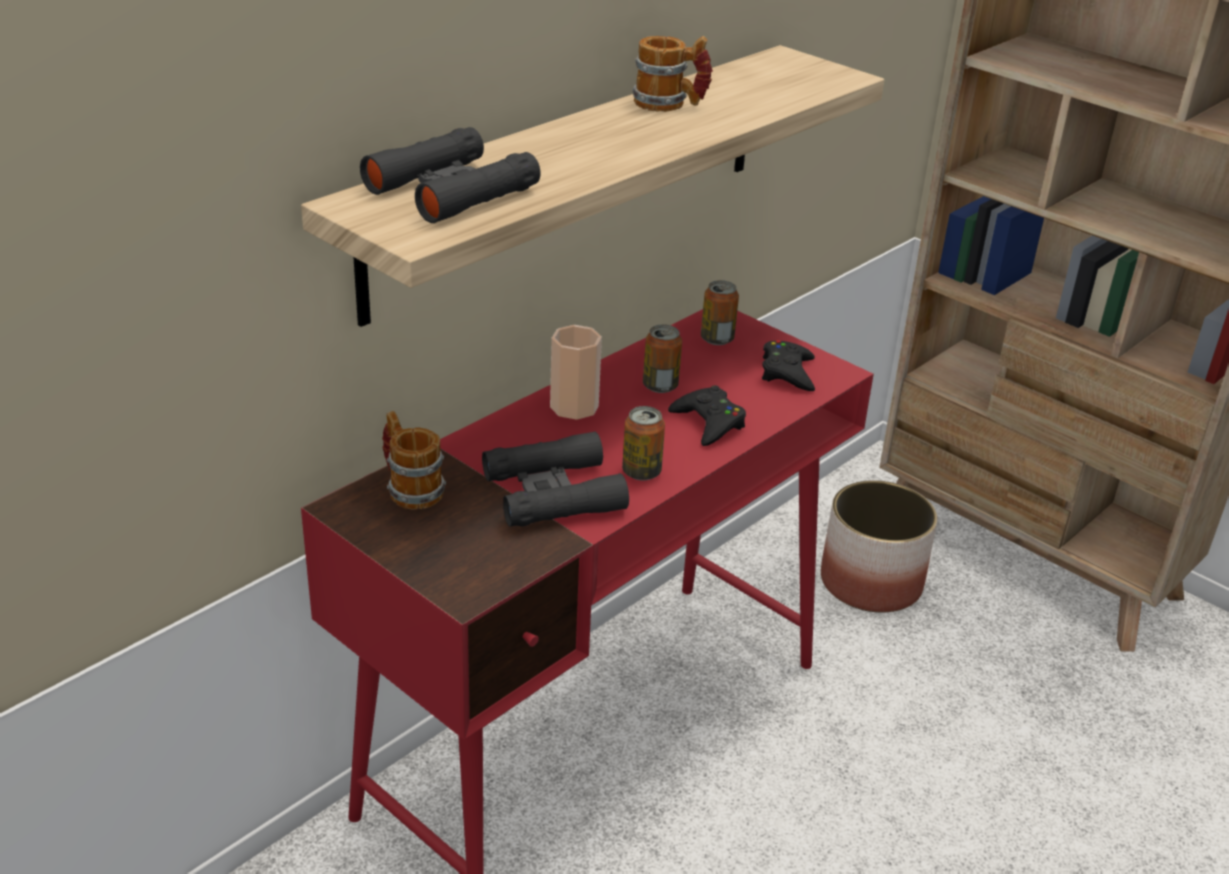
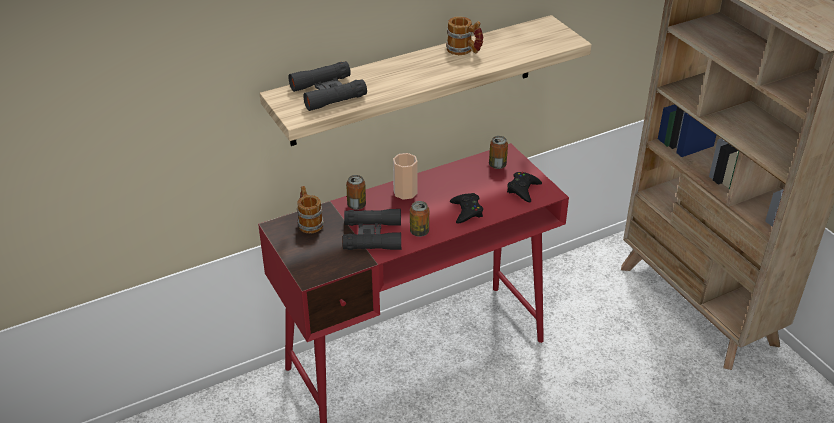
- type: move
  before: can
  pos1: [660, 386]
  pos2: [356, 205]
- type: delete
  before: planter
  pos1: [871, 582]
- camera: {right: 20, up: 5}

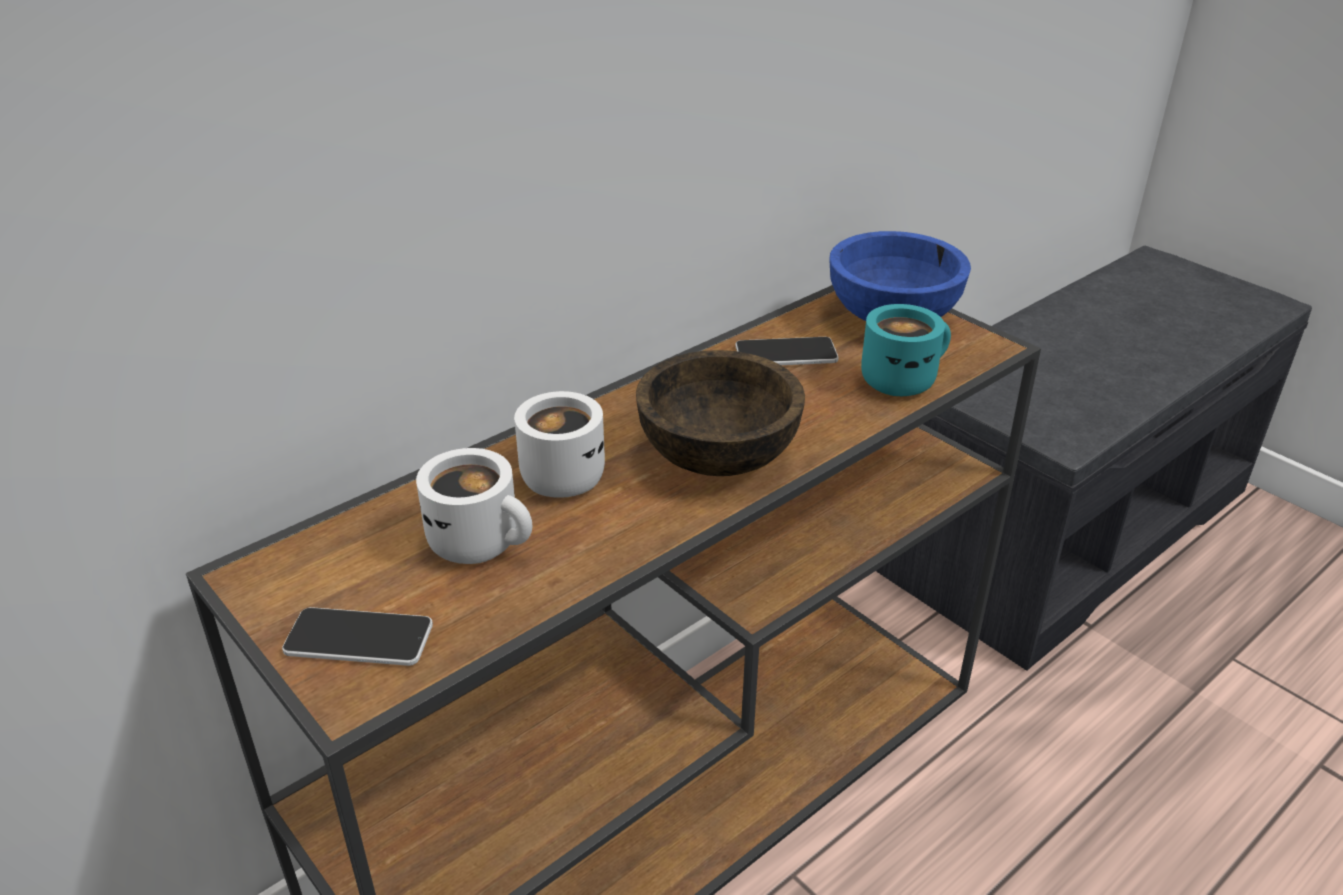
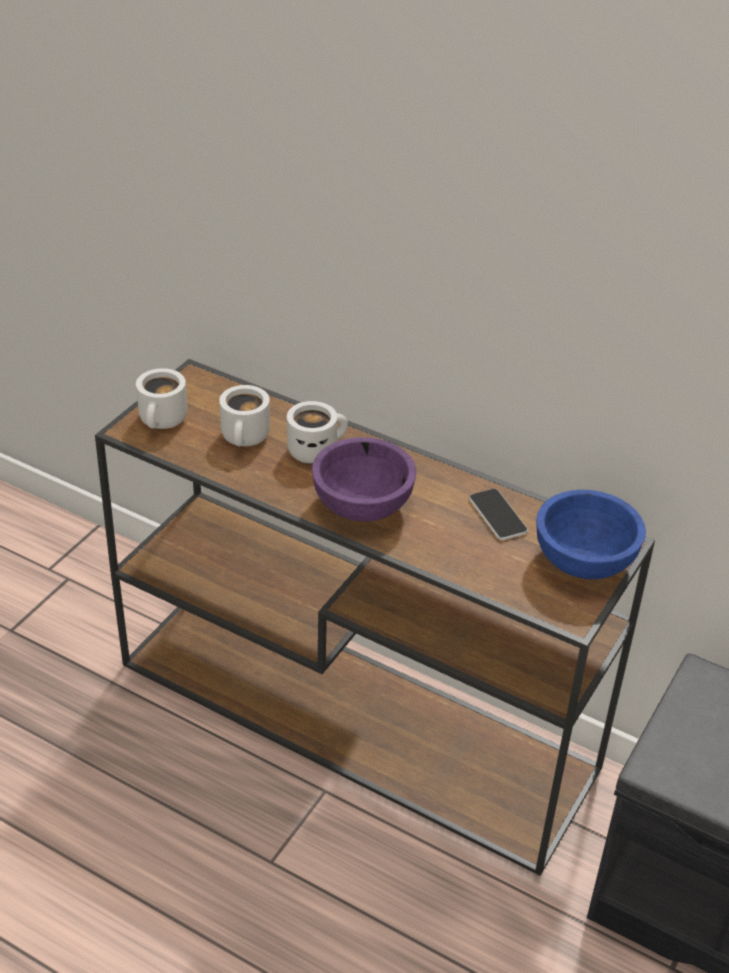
- type: replace
  before: phone
  after: mug (white)
  pos1: [359, 639]
  pos2: [164, 421]
- type: recolor
  before: bowl (brown)
  after: bowl (purple)
  pos1: [719, 455]
  pos2: [363, 505]
- type: delete
  before: mug (turquoise)
  pos1: [901, 378]
- camera: {right: 70, up: 5}

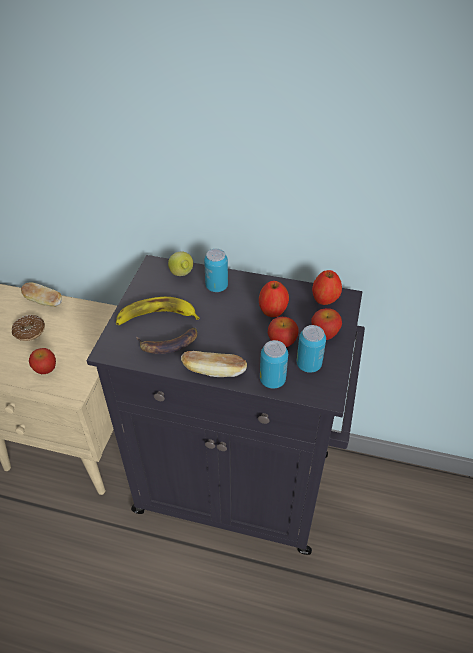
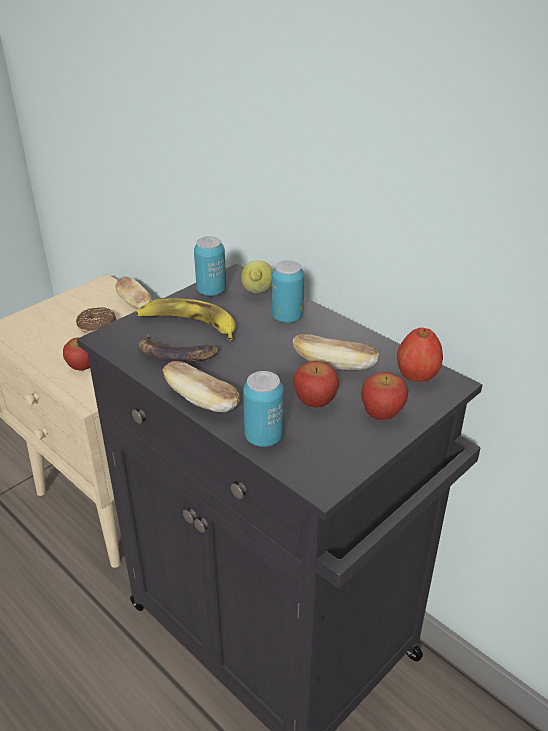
- type: replace
  before: apple
  after: bread
  pos1: [273, 311]
  pos2: [334, 365]
- type: move
  before: can
  pos1: [308, 364]
  pos2: [211, 291]
- camera: {right: 30, up: -10}

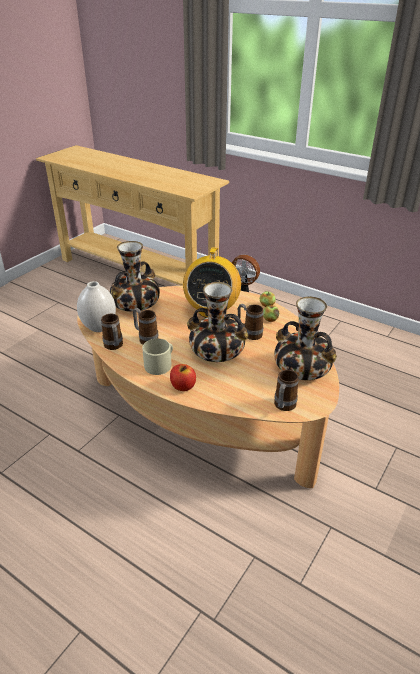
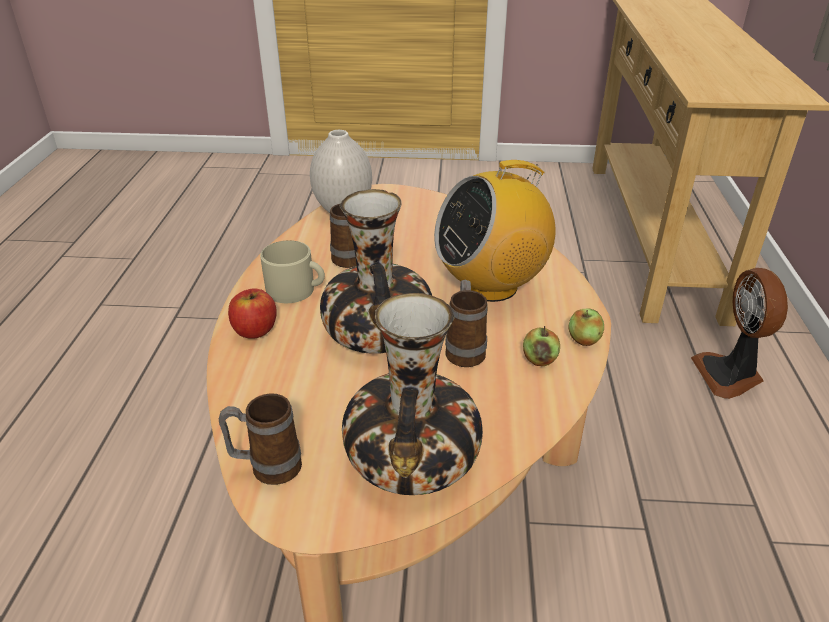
- type: delete
  before: mug
  pos1: [114, 347]
- type: delete
  before: vase
  pos1: [135, 304]
- camera: {right: 60, up: 0}

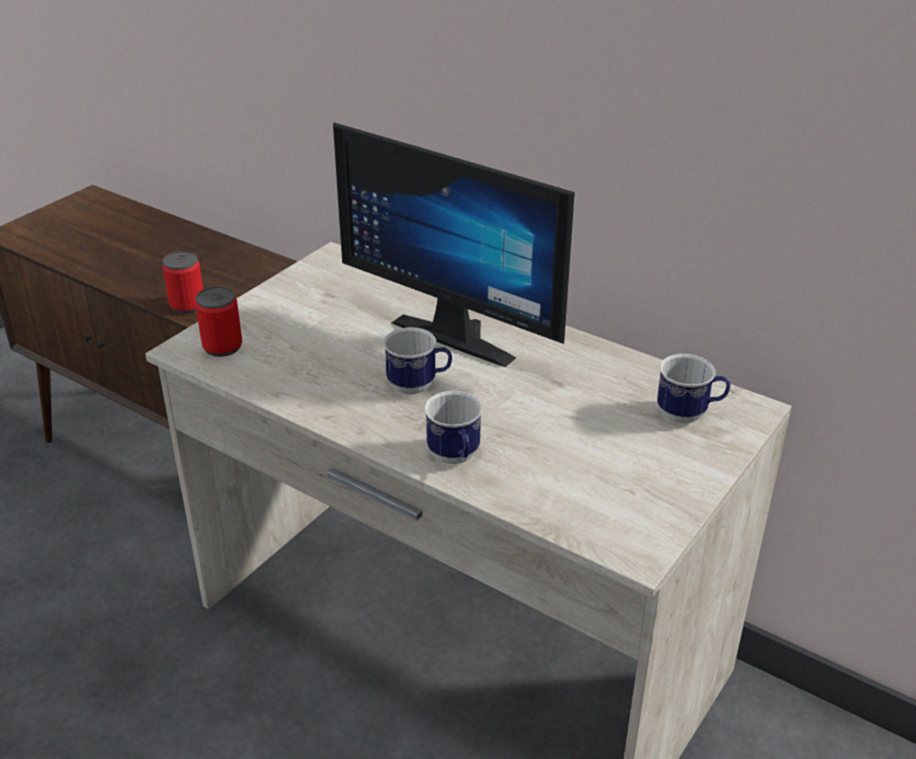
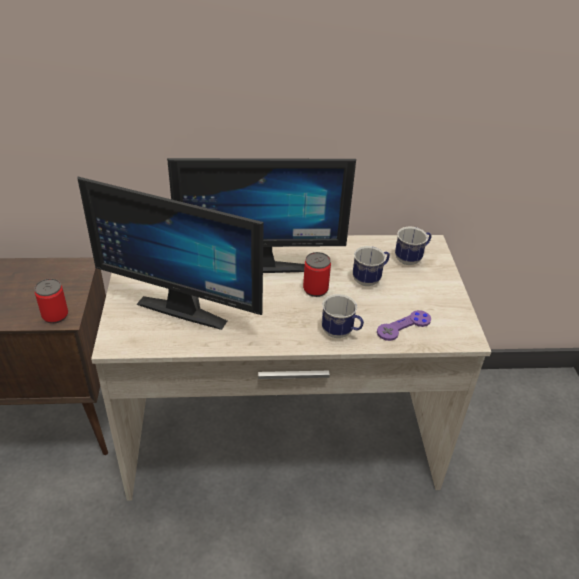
- type: move
  before: can
  pos1: [222, 347]
  pos2: [315, 289]
- type: move
  before: mug
  pos1: [418, 386]
  pos2: [370, 279]
- type: insert
  after: monitor
  pos2: [186, 305]
- type: insert
  after: game controller (purple)
  pos2: [404, 326]
- camera: {right: -40, up: 5}

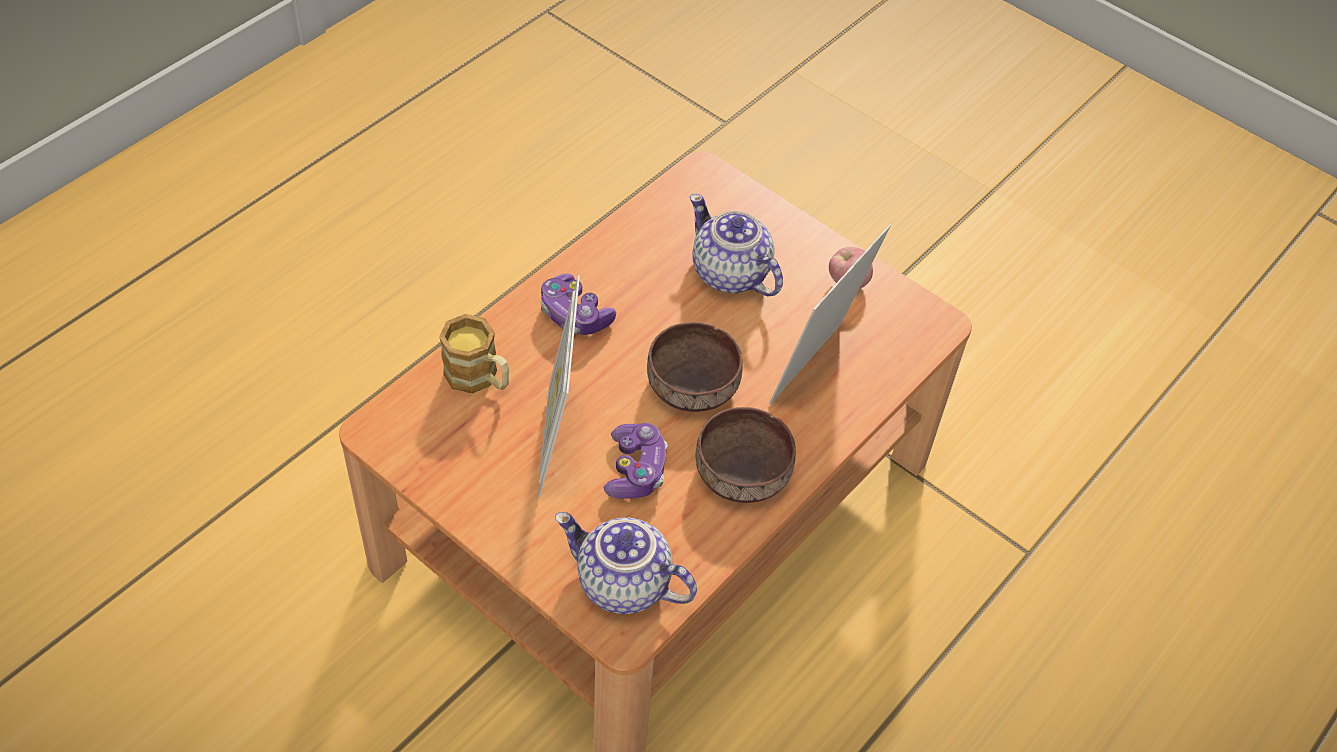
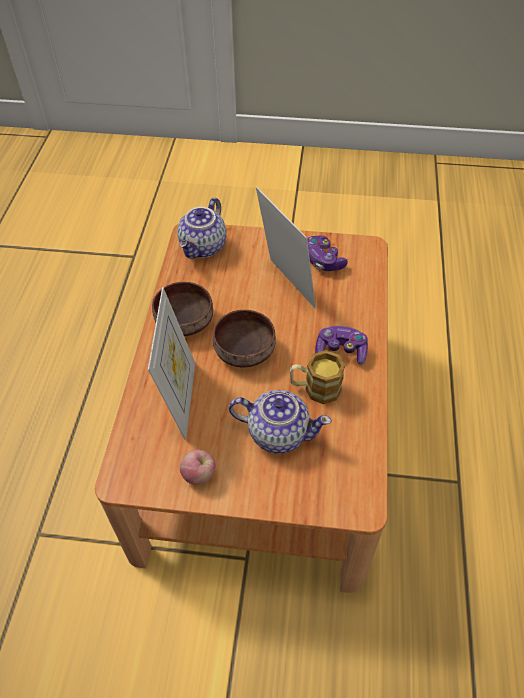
- type: move
  before: mug
  pos1: [479, 378]
  pos2: [315, 388]
- type: rotate
  before: teapot
  pos1: [621, 585]
  pos2: [204, 247]
  turn: 120
- type: move
  before: game controller
  pos1: [635, 470]
  pos2: [323, 260]
- camera: {right: 150, up: 0}

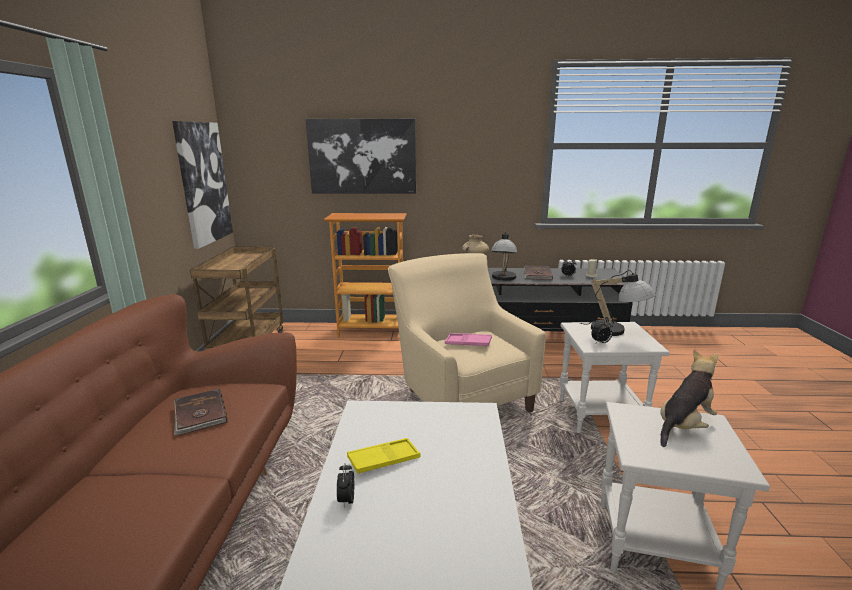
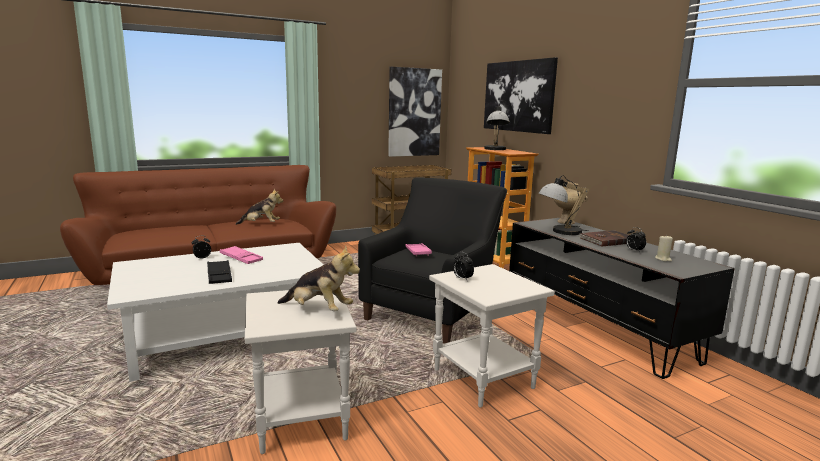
- type: replace
  before: book (brown)
  after: plush toy
  pos1: [199, 414]
  pos2: [261, 224]
- type: recolor
  before: tray (yellow)
  after: tray (pink)
  pos1: [384, 460]
  pos2: [241, 258]
- type: recolor
  before: armchair (beige)
  after: armchair (black)
  pos1: [459, 396]
  pos2: [433, 312]
- type: move
  before: table lamp
  pos1: [616, 331]
  pos2: [495, 149]
- type: insert
  after: tray (black)
  pos2: [219, 275]
- camera: {right: 60, up: -5}

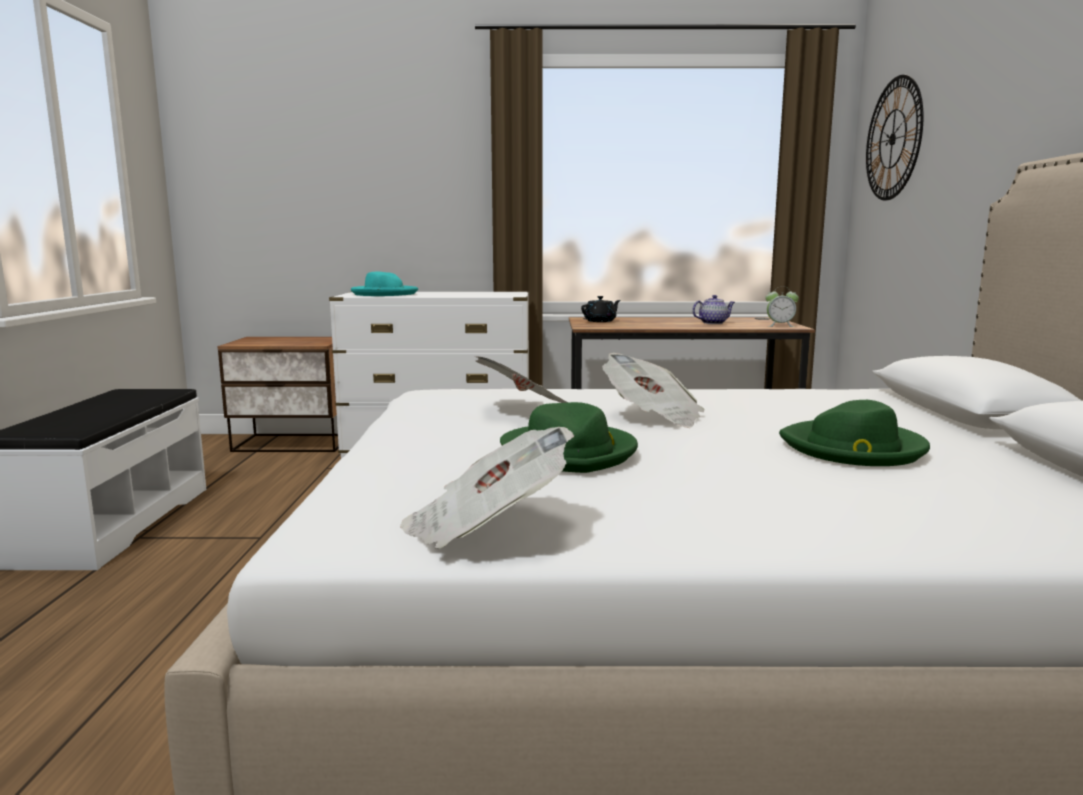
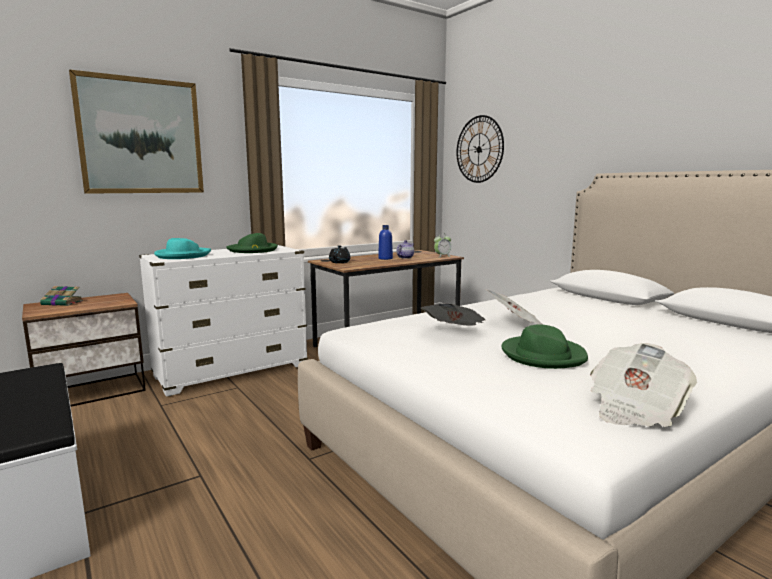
- type: move
  before: hat (green)
  pos1: [853, 449]
  pos2: [253, 250]
- type: insert
  after: book
  pos2: [63, 303]
- type: insert
  after: picture
  pos2: [141, 136]
- type: insert
  after: bottle (blue)
  pos2: [385, 258]
- camera: {right: -35, up: 0}

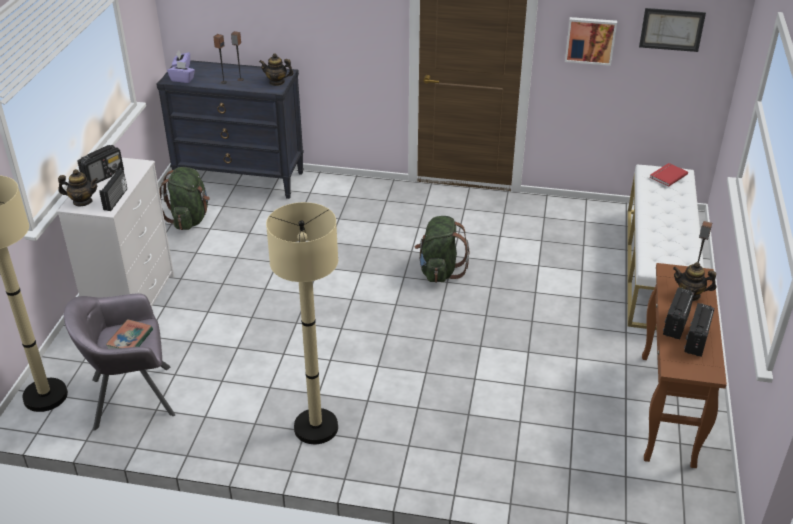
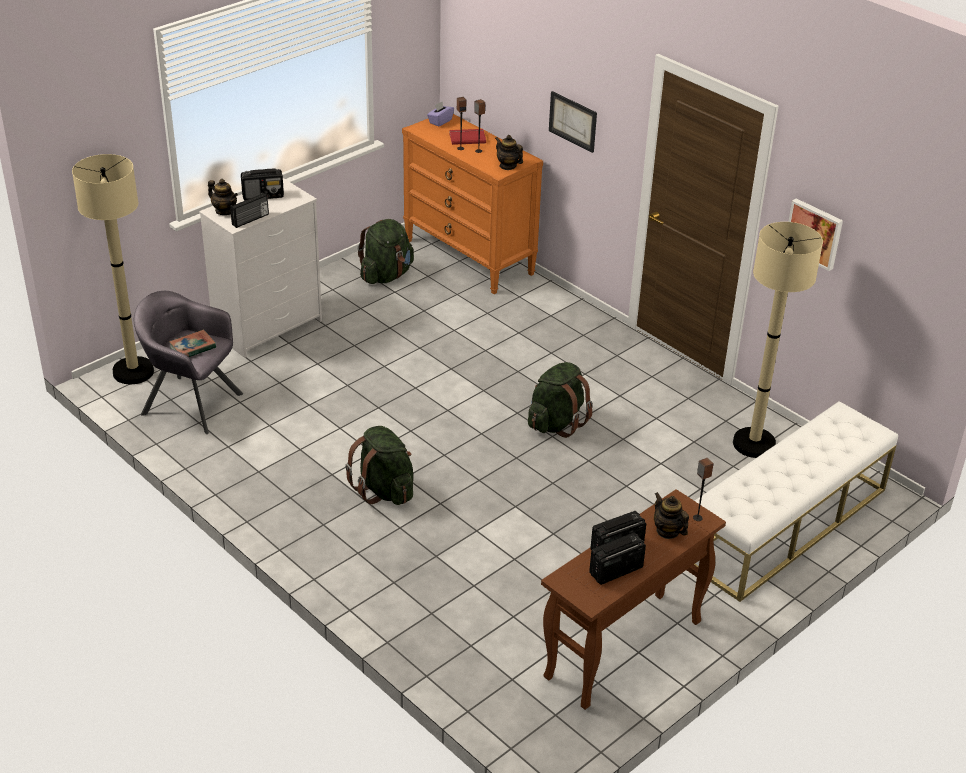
- type: recolor
  before: dresser (black)
  after: dresser (orange)
  pos1: [240, 179]
  pos2: [469, 257]
- type: delete
  before: tissue box (purple)
  pos1: [182, 79]
- type: move
  before: floor lamp (beige)
  pos1: [316, 427]
  pos2: [753, 444]
- type: move
  before: picture
  pos1: [671, 29]
  pos2: [573, 121]
- type: move
  before: book (red)
  pos1: [667, 175]
  pos2: [467, 137]
- type: insert
  after: backpack (green)
  pos2: [384, 490]
- camera: {right: 35, up: 0}

